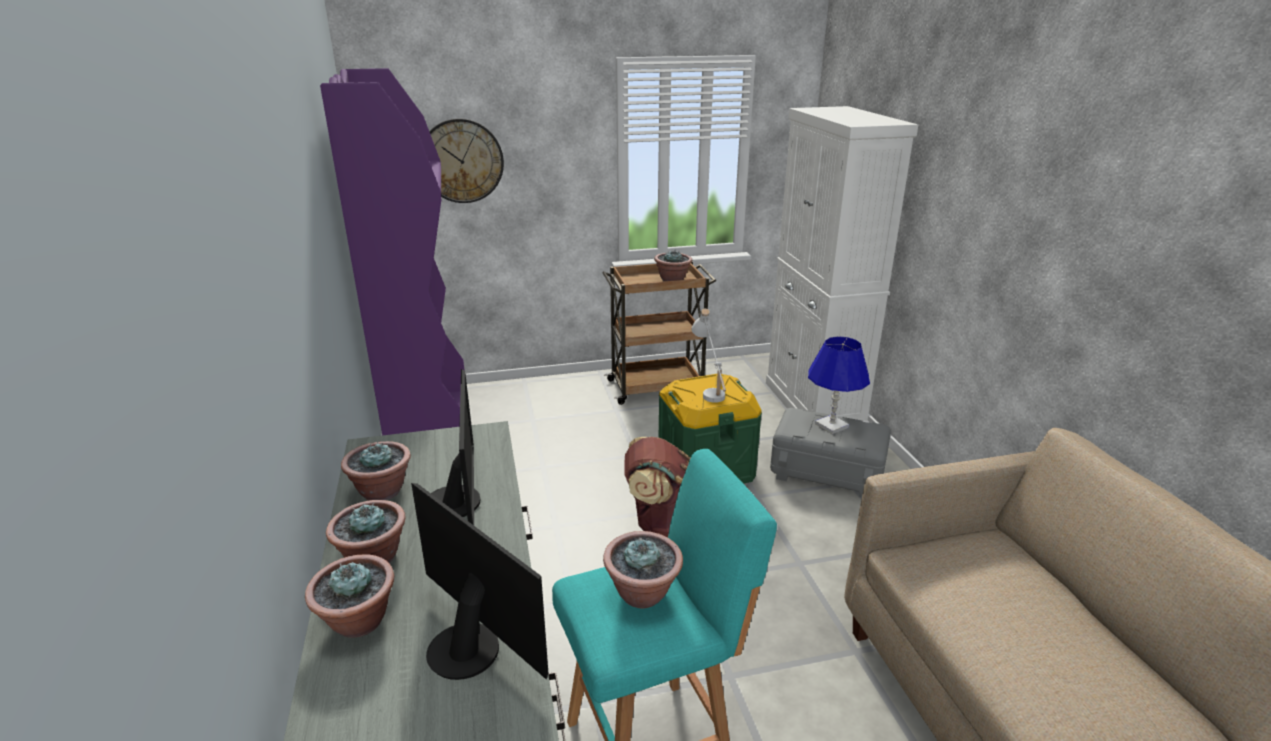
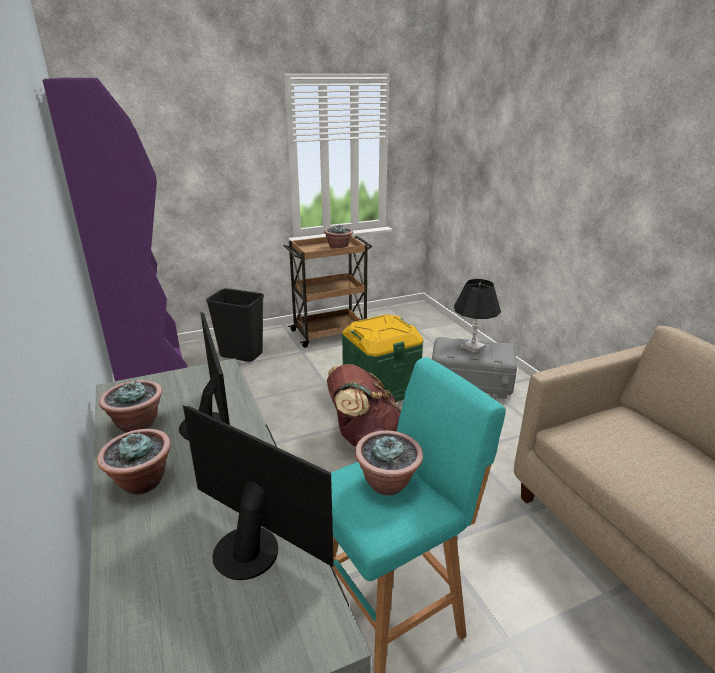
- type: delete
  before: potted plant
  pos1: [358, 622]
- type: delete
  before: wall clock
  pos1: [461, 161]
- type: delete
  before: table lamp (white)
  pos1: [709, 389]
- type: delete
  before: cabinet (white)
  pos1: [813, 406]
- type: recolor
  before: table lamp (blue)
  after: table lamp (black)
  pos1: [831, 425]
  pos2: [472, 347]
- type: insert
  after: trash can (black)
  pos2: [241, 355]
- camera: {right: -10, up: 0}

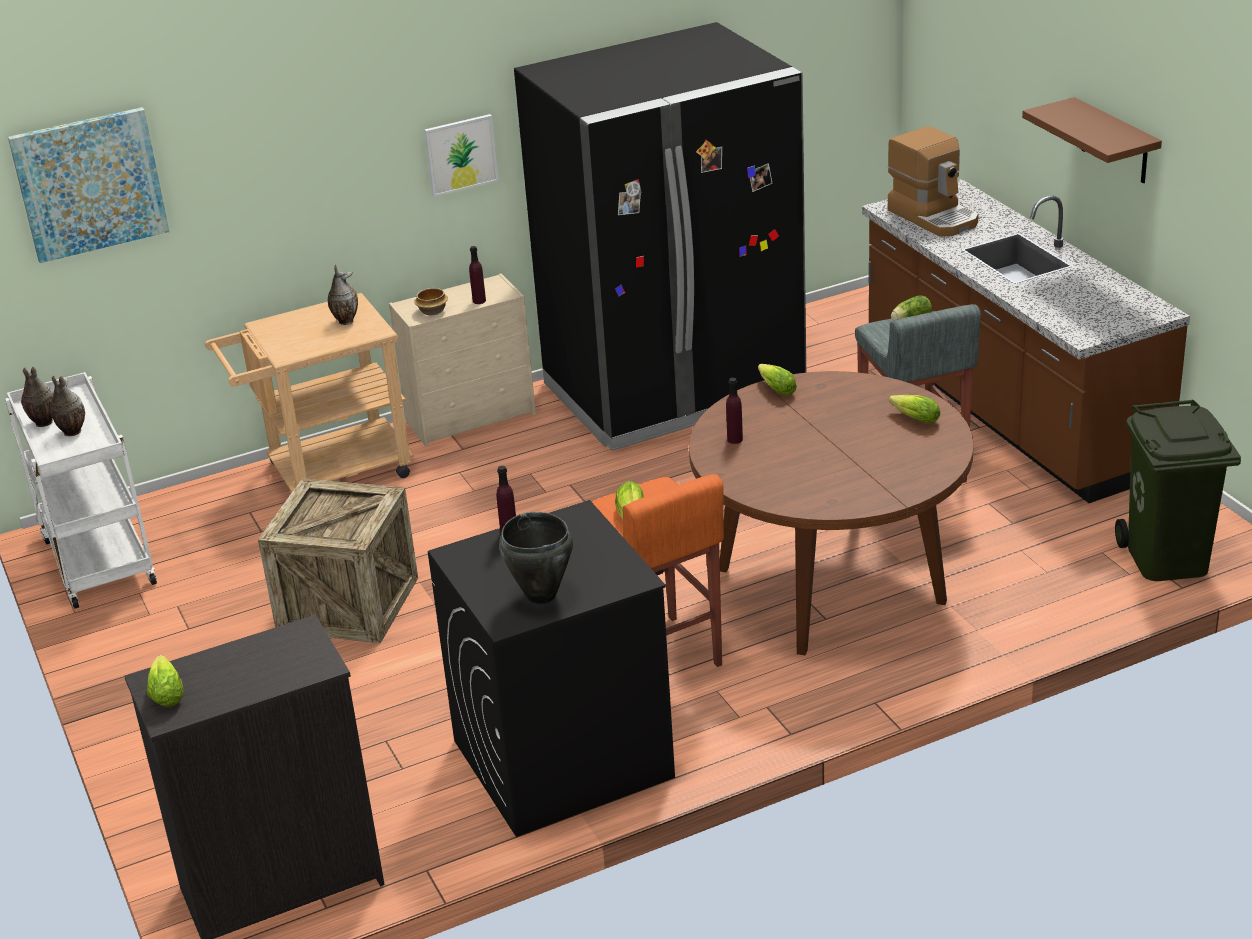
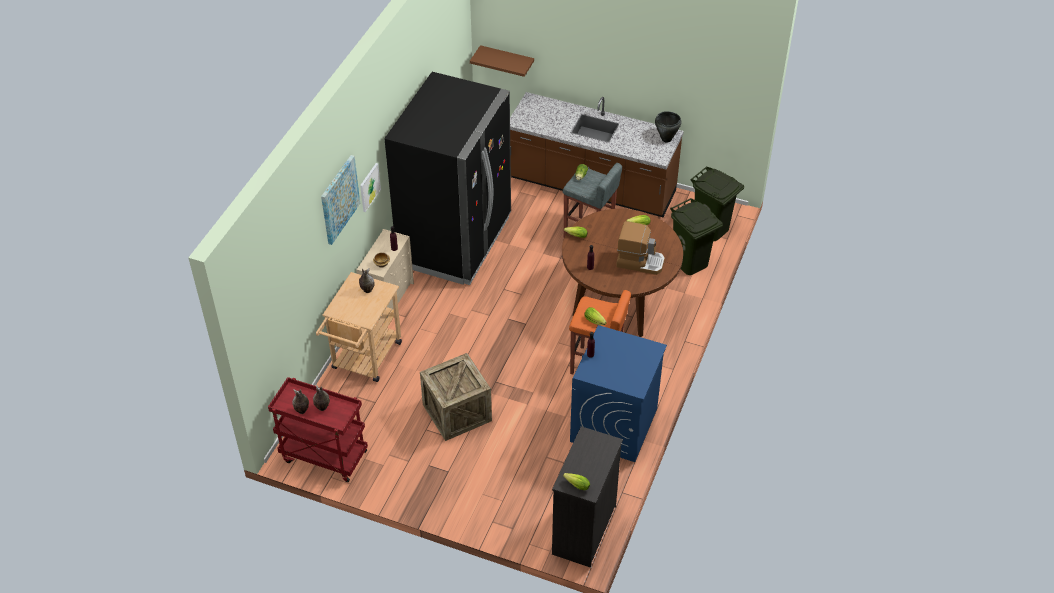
- type: recolor
  before: cart (white)
  after: cart (red)
  pos1: [96, 560]
  pos2: [323, 456]
- type: move
  before: picture
  pos1: [89, 184]
  pos2: [339, 199]
- type: recolor
  before: washing machine (black)
  after: washing machine (blue)
  pos1: [561, 759]
  pos2: [614, 425]
- type: move
  before: cooking pot (black)
  pos1: [541, 596]
  pos2: [666, 139]
- type: move
  before: coffee machine
  pos1: [934, 216]
  pos2: [640, 261]
- type: move
  before: shelf (brown)
  pos1: [1115, 142]
  pos2: [507, 60]
- type: insert
  after: trash can (green)
  pos2: [689, 262]
- camera: {right: -45, up: 15}

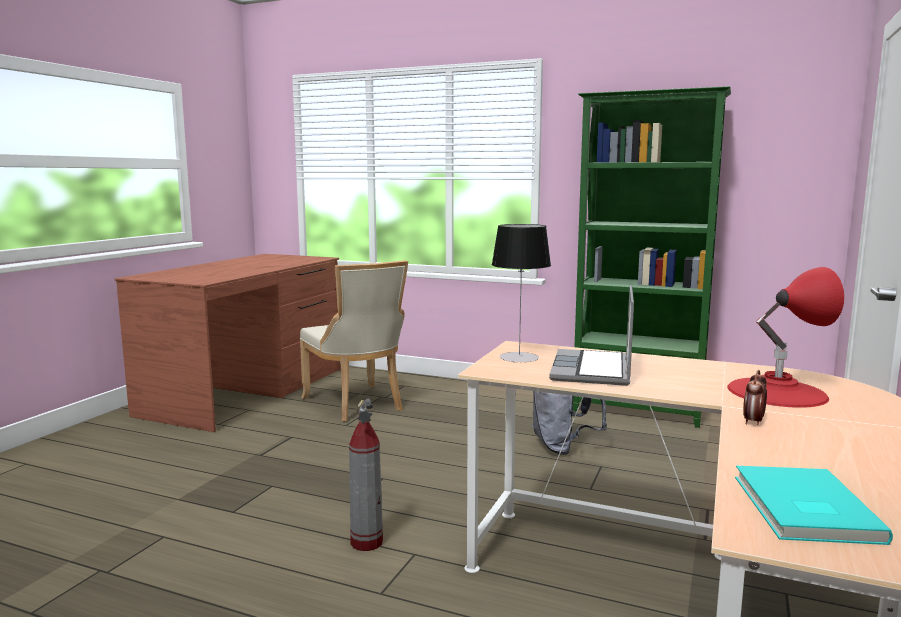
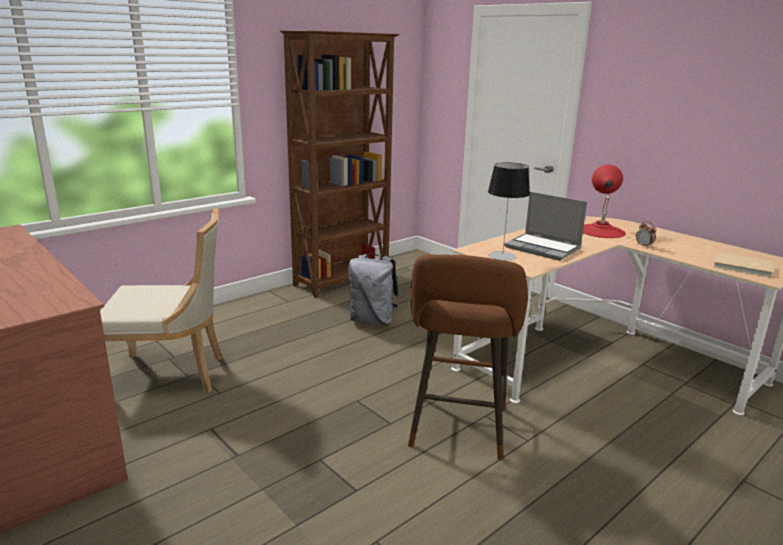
- type: replace
  before: fire extinguisher
  after: stool (brown)
  pos1: [366, 542]
  pos2: [458, 431]
- type: recolor
  before: bookcase (green)
  after: bookcase (brown)
  pos1: [638, 411]
  pos2: [343, 280]
- type: recolor
  before: book (turquoise)
  after: book (beige)
  pos1: [802, 508]
  pos2: [743, 267]
- camera: {right: -65, up: 10}

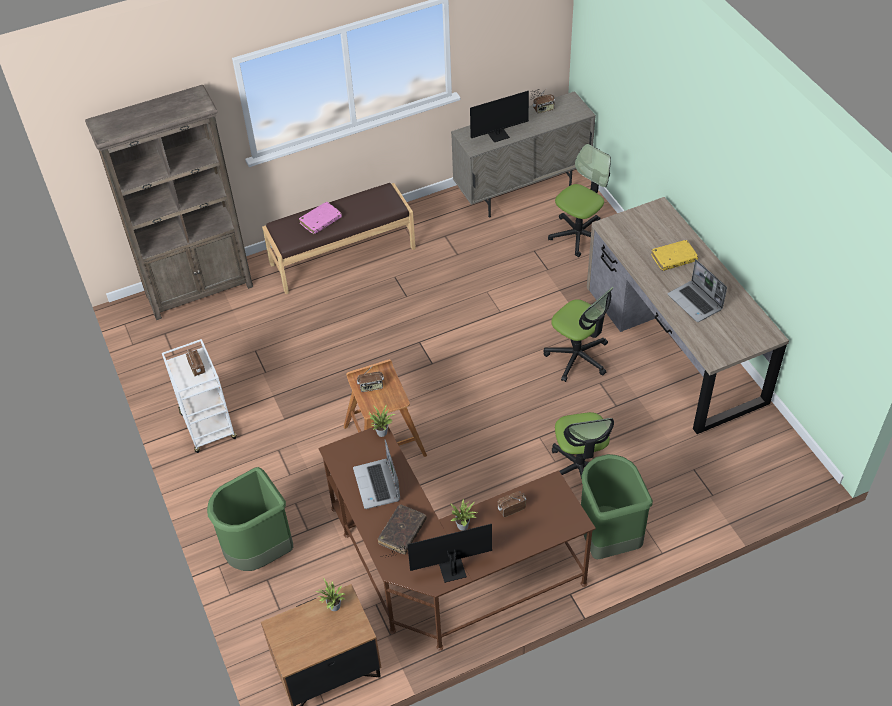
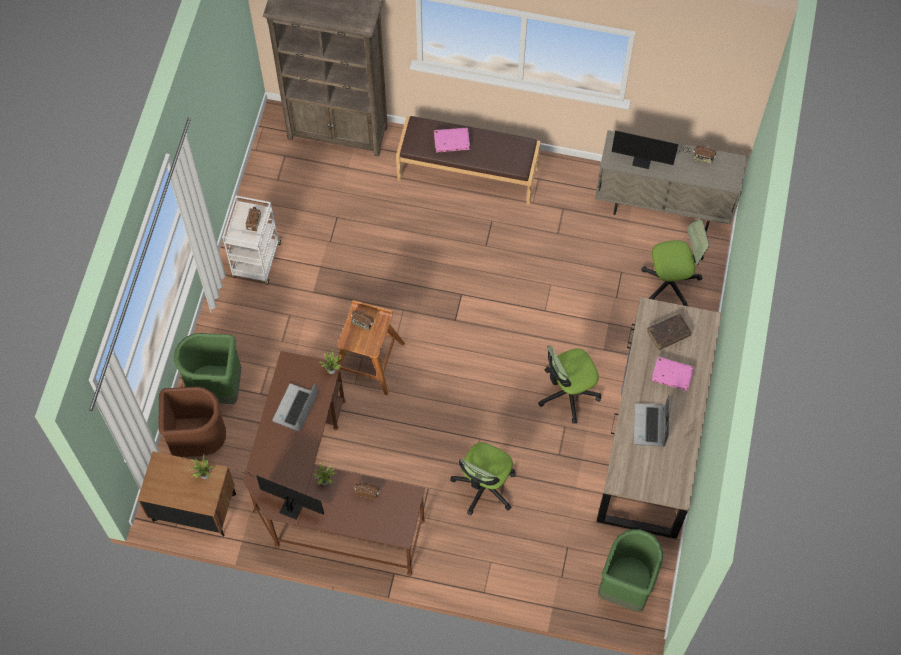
- type: move
  before: book (brown)
  pos1: [402, 532]
  pos2: [668, 334]
- type: rotate
  before: office chair
  pos1: [577, 357]
  pos2: [568, 393]
  turn: 75
- type: move
  before: trash can (green)
  pos1: [607, 540]
  pos2: [625, 586]
- type: recolor
  before: book (yellow)
  after: book (pink)
  pos1: [673, 259]
  pos2: [672, 376]
- type: insert
  after: trash can (brown)
  pos2: [198, 440]
- camera: {right: 35, up: 15}

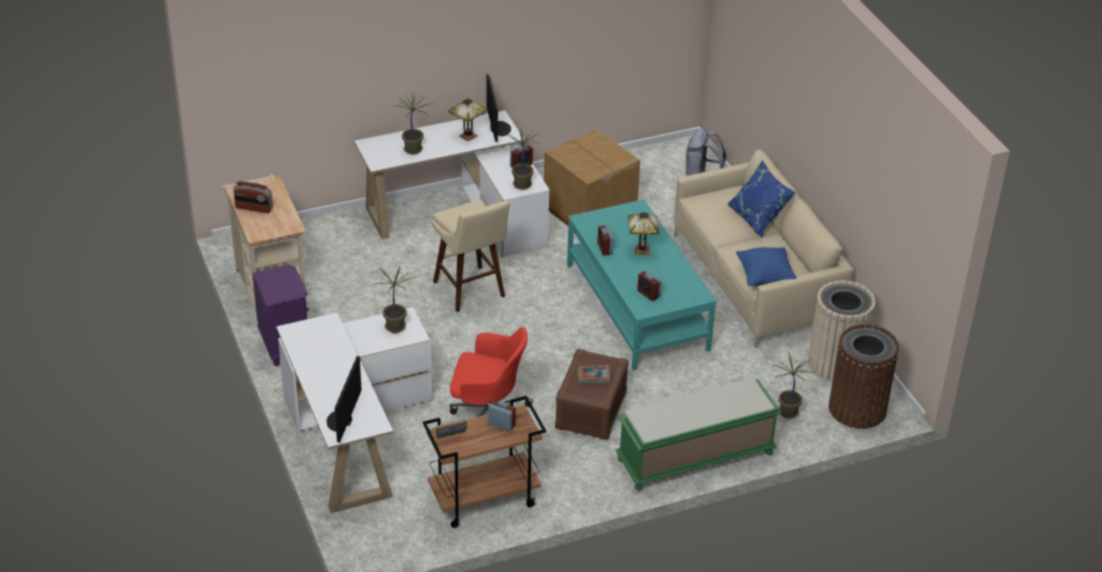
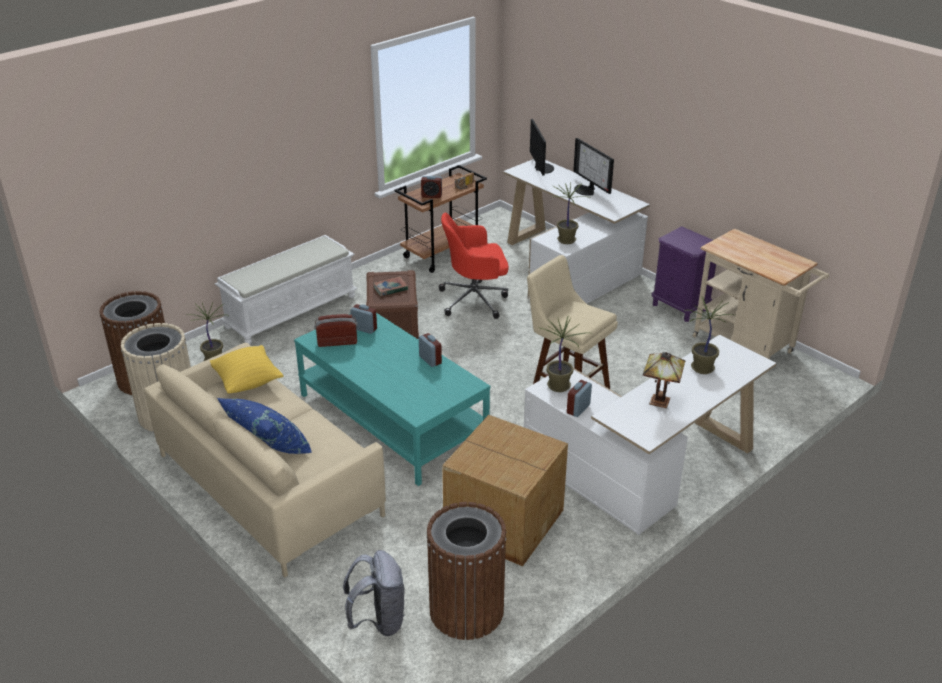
- type: move
  before: radio
  pos1: [254, 208]
  pos2: [337, 342]
- type: move
  before: monitor
  pos1: [498, 128]
  pos2: [586, 190]
- type: recolor
  before: bench (green)
  after: bench (white)
  pos1: [695, 457]
  pos2: [291, 311]
- type: delete
  before: table lamp
  pos1: [640, 251]
- type: recolor
  before: pillow (blue)
  after: pillow (yellow)
  pos1: [765, 277]
  pos2: [247, 382]
- type: insert
  after: trash can (brown)
  pos2: [466, 610]
- camera: {right: 160, up: -5}

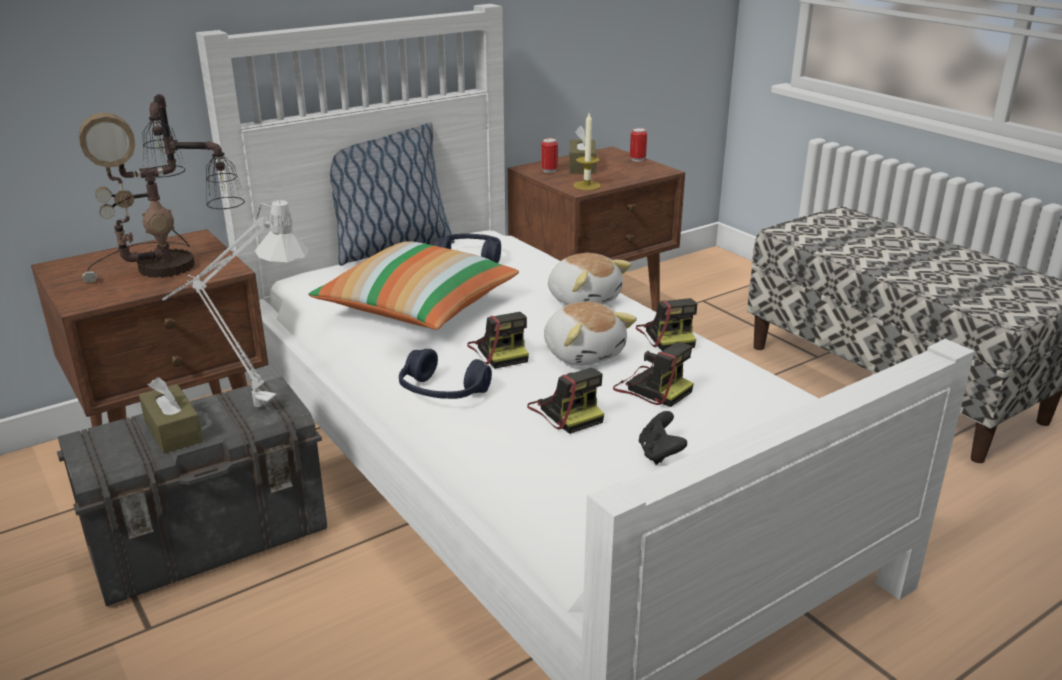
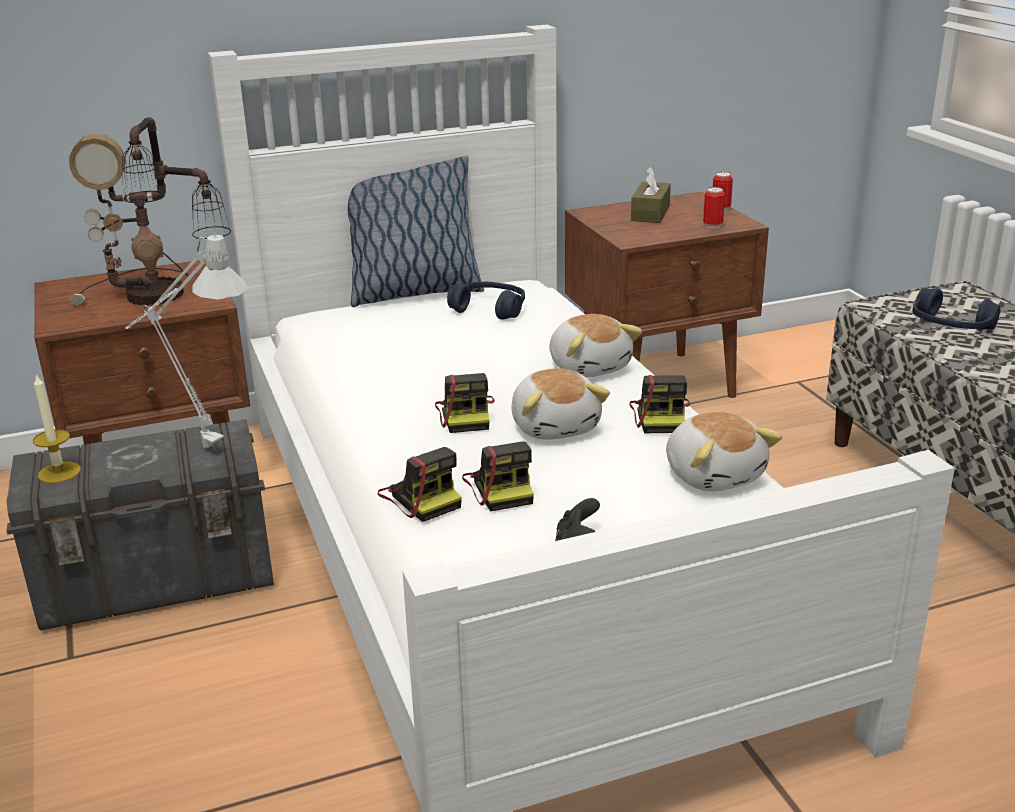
- type: delete
  before: tissue box (brown)
  pos1: [173, 431]
- type: delete
  before: pillow
  pos1: [418, 308]
- type: move
  before: headphones (blue)
  pos1: [442, 392]
  pos2: [950, 327]
- type: move
  before: can
  pos1: [549, 170]
  pos2: [712, 225]
- type: move
  before: candle
  pos1: [587, 185]
  pos2: [59, 472]
- type: move
  before: photo camera
  pos1: [651, 388]
  pos2: [421, 497]
- type: insert
  after: plush toy
  pos2: [714, 474]
- camera: {right: 15, up: 0}

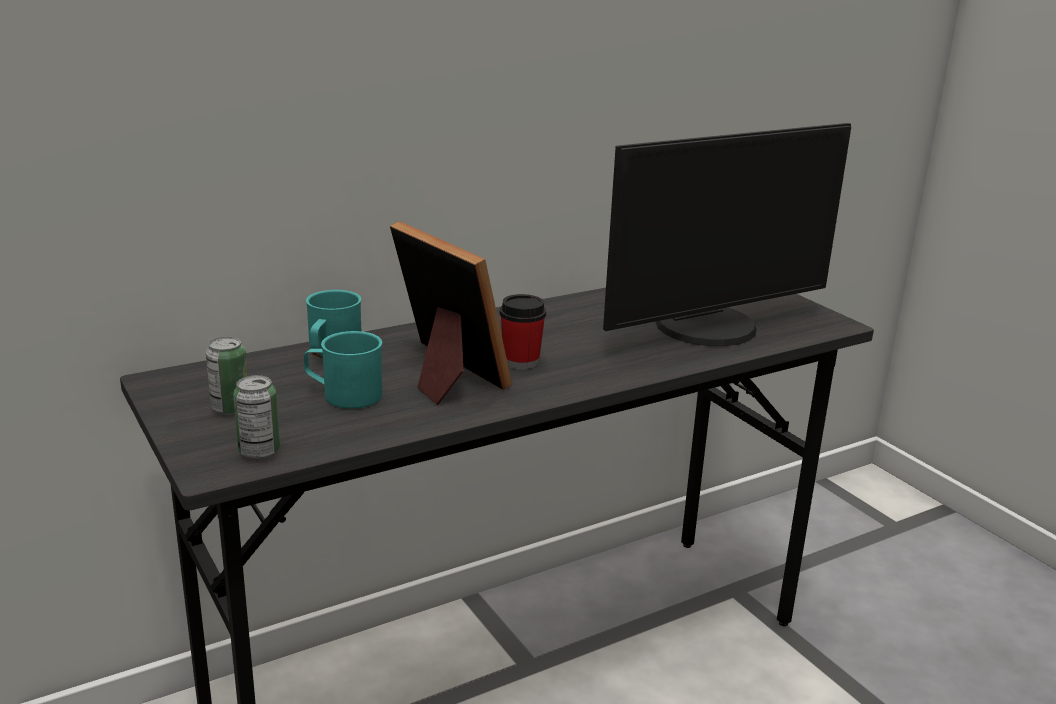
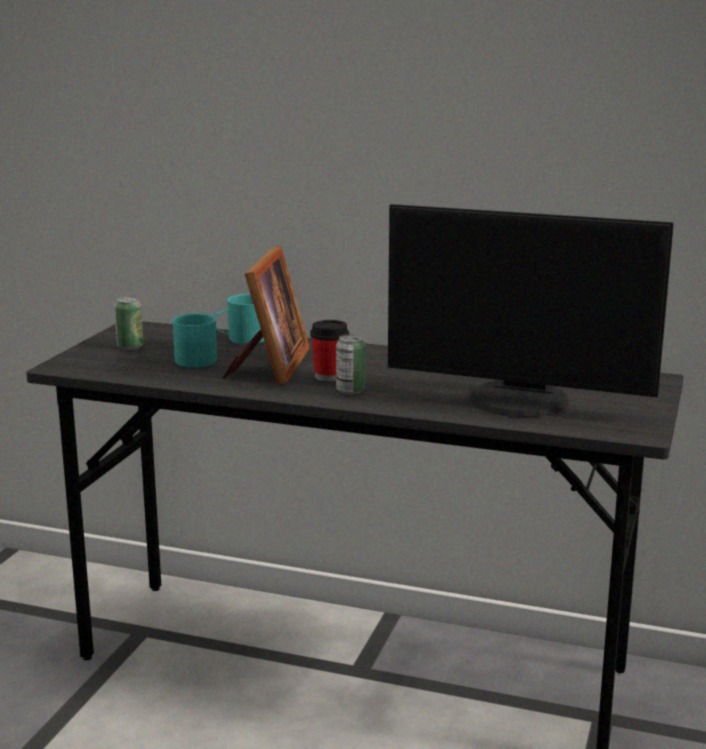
- type: move
  before: can
  pos1: [259, 452]
  pos2: [350, 390]
- camera: {right: 50, up: -5}

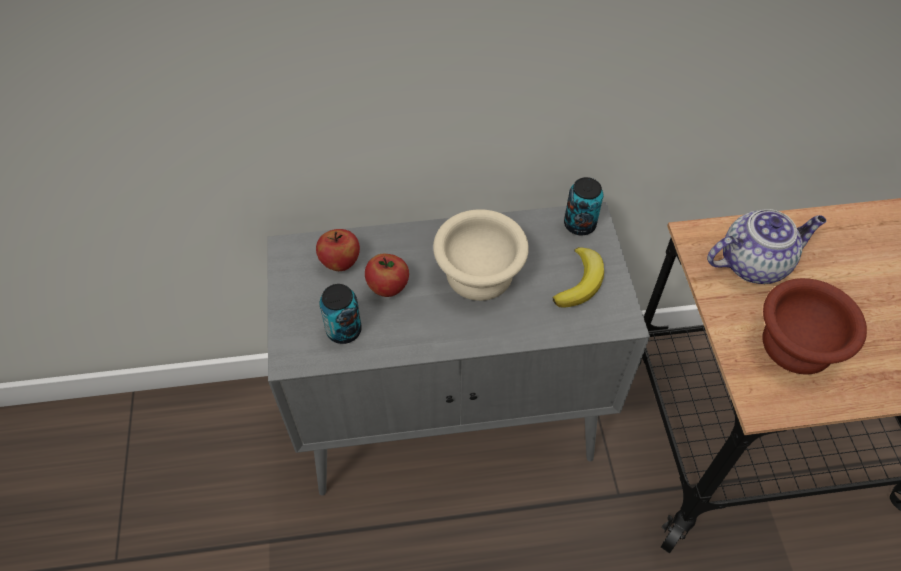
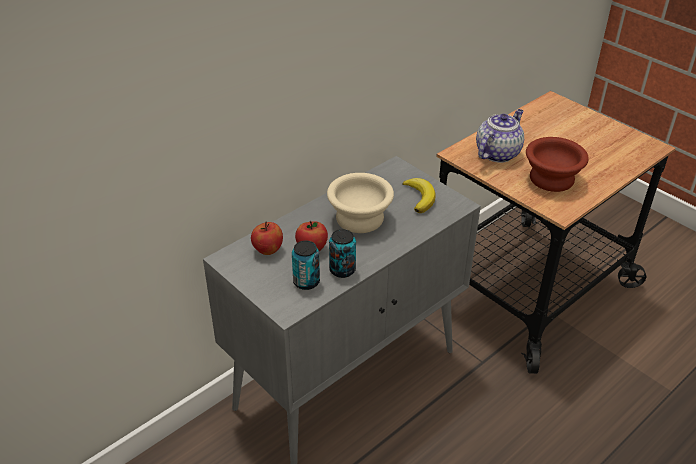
- type: move
  before: can
  pos1: [579, 224]
  pos2: [342, 270]
- camera: {right: -35, up: -15}

